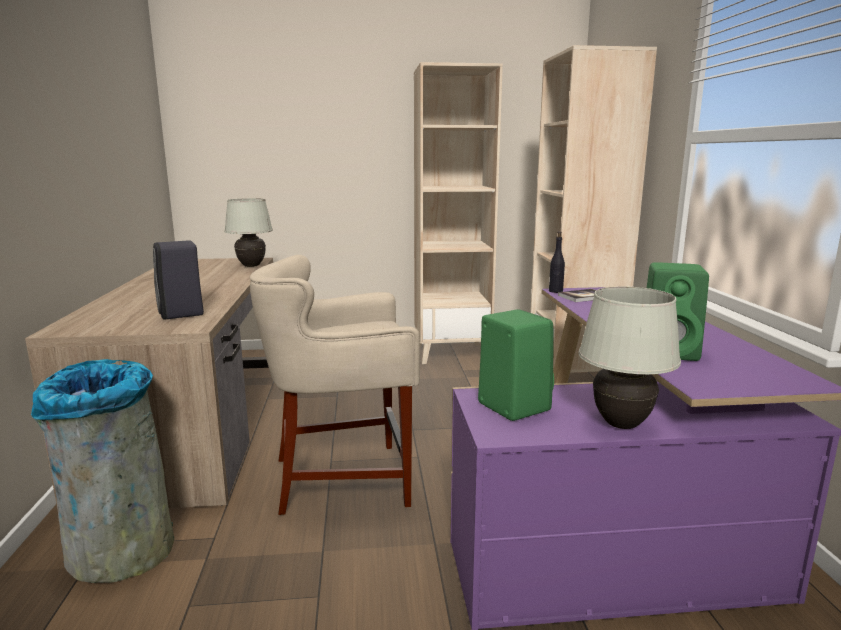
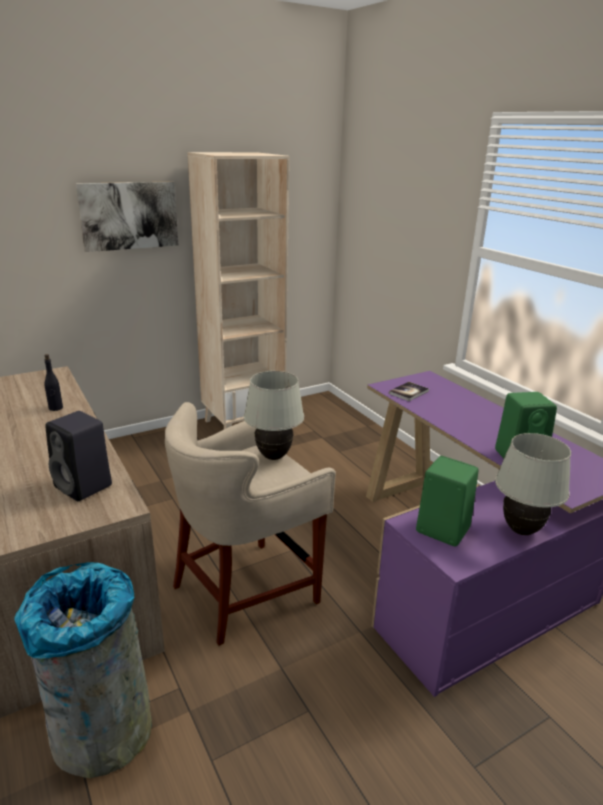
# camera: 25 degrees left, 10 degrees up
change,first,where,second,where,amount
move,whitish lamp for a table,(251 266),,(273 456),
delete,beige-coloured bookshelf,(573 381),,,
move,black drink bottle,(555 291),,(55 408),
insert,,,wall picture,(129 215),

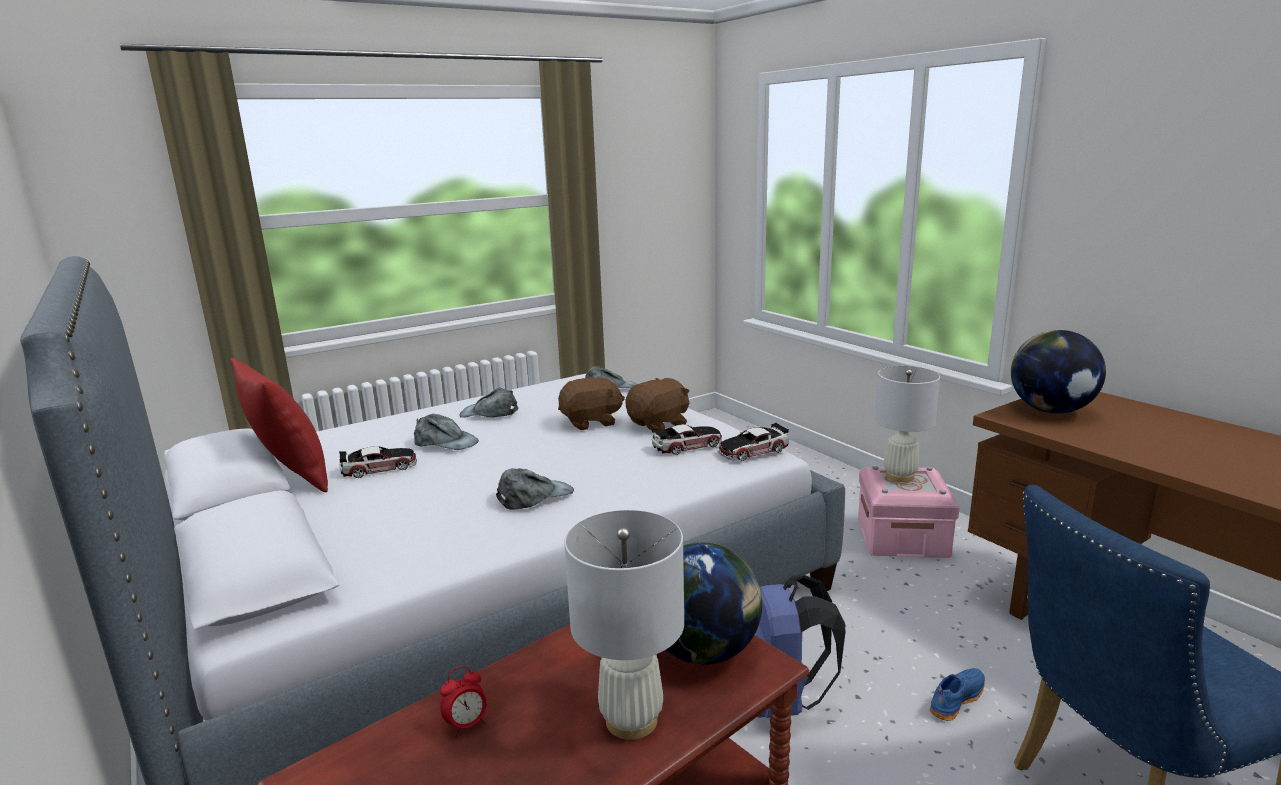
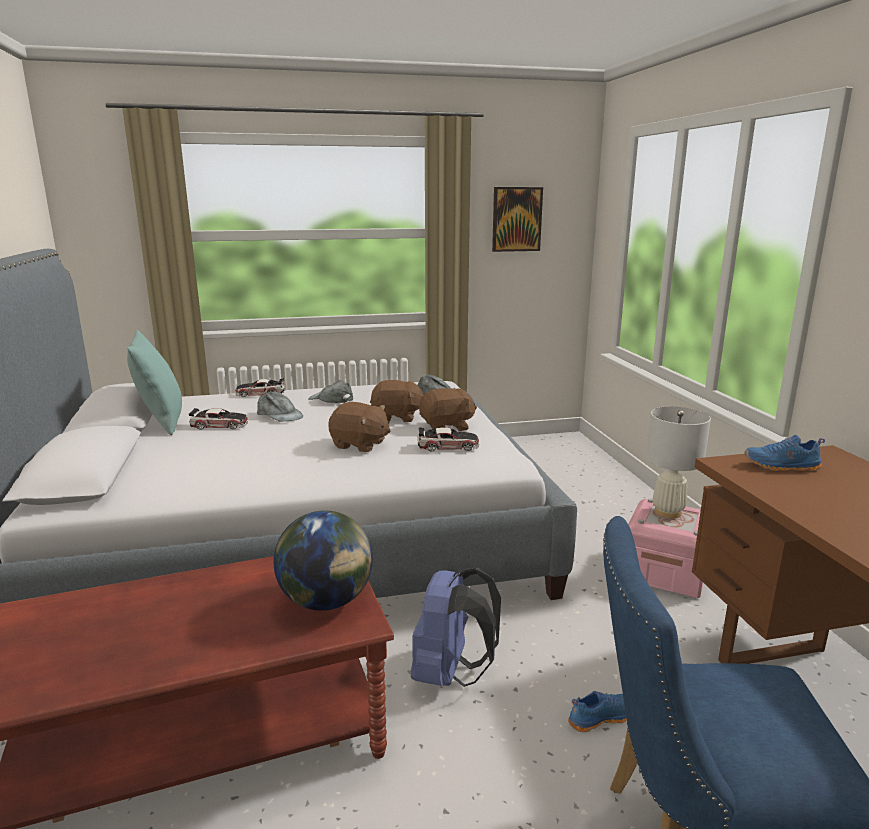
# camera: 20 degrees right, 0 degrees up
change,first,where,second,where,amount
recolor,red-coloured throw pillow,(291 476),blue-green throw pillow,(161 421),
delete,table clock,(467 725),,,
delete,greyish peaked cap,(535 496),,,
delete,whitish lamp for a table,(632 720),,,
move,model car,(753 450),,(260 393),
replace,world globe,(1051 411),bluish low shoe,(781 466),
insert,,,brownish cuddly toy,(360 445),
insert,,,wall picture,(516 219),

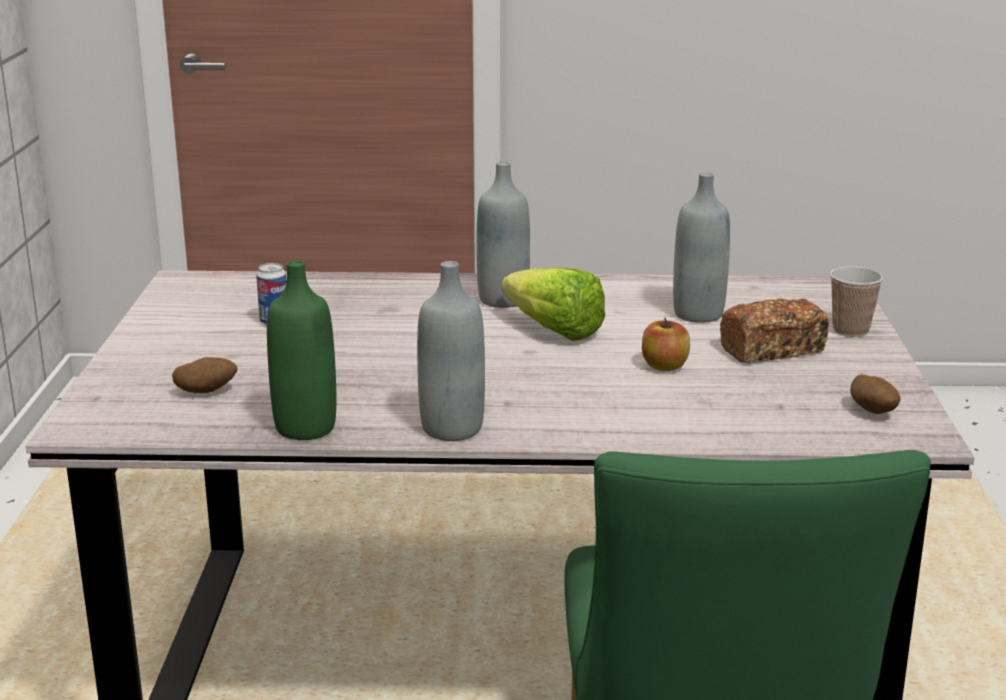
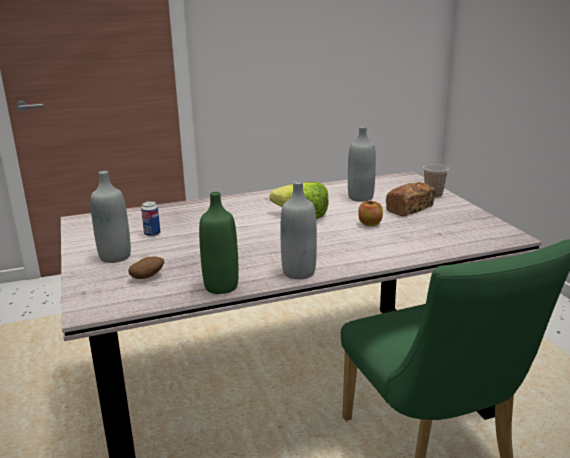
# camera: 20 degrees left, 0 degrees up
change,first,where,second,where,amount
move,greyish drink bottle,(503 300),,(115 257),
delete,spud,(873 412),,,

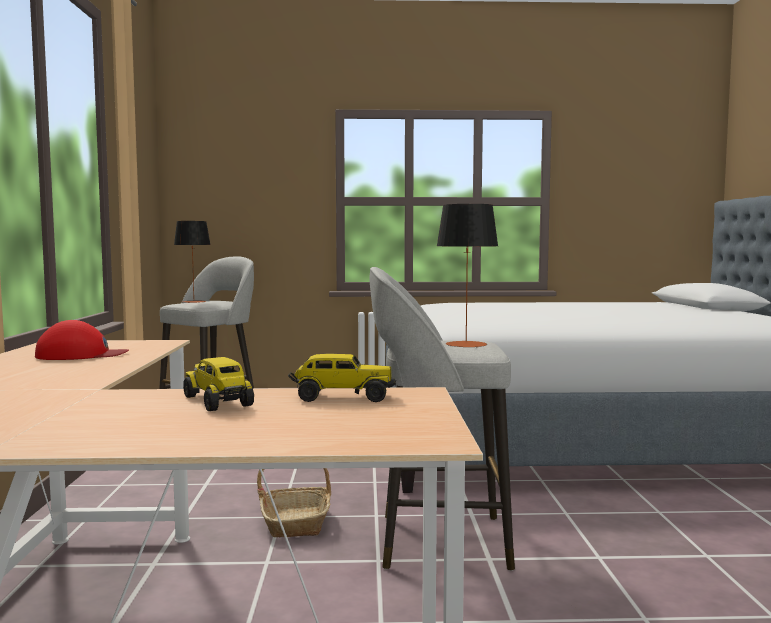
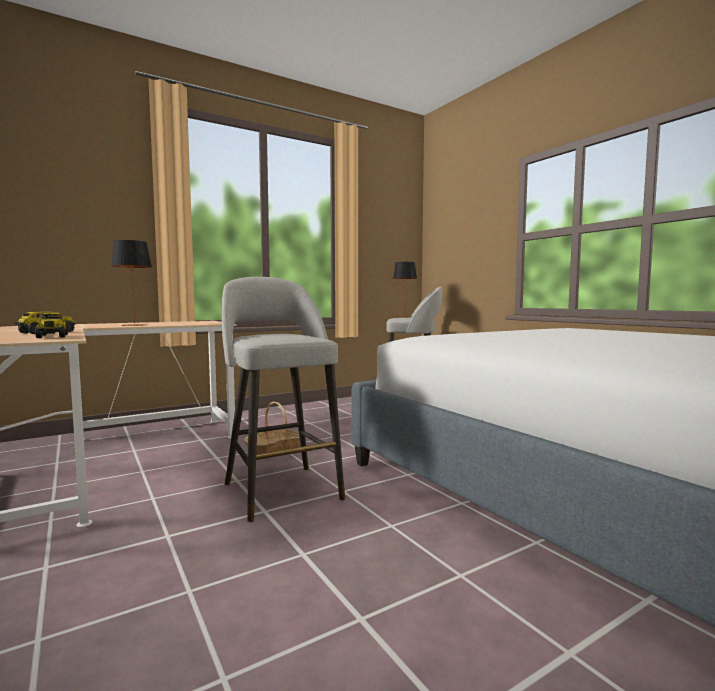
# camera: 60 degrees right, 0 degrees up
change,first,where,second,where,amount
delete,red-coloured peaked cap,(81 355),,,
move,lamp for a table,(466 344),,(134 325),

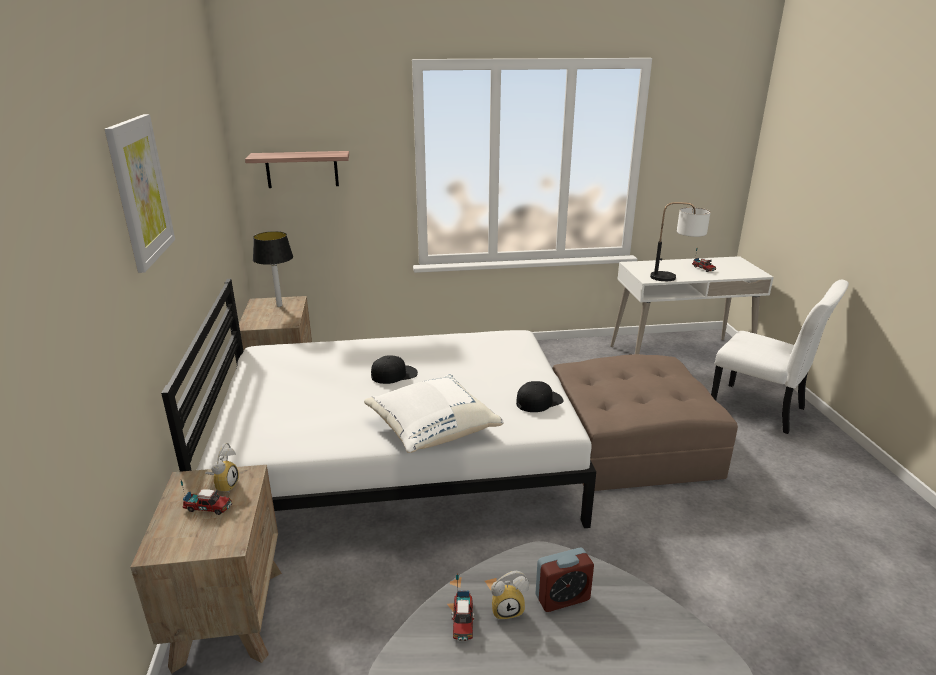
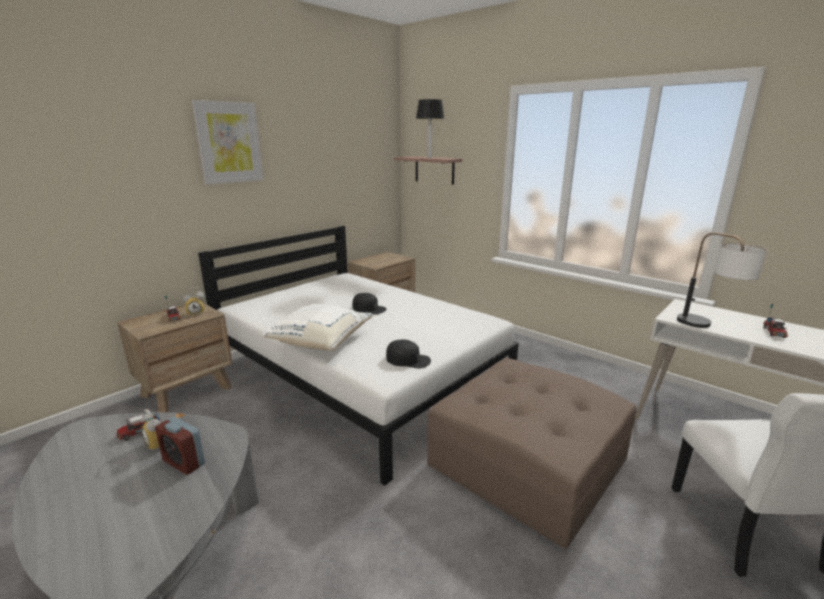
# camera: 50 degrees right, 5 degrees down
change,first,where,second,where,amount
move,lamp for a table,(279 305),,(429 158),

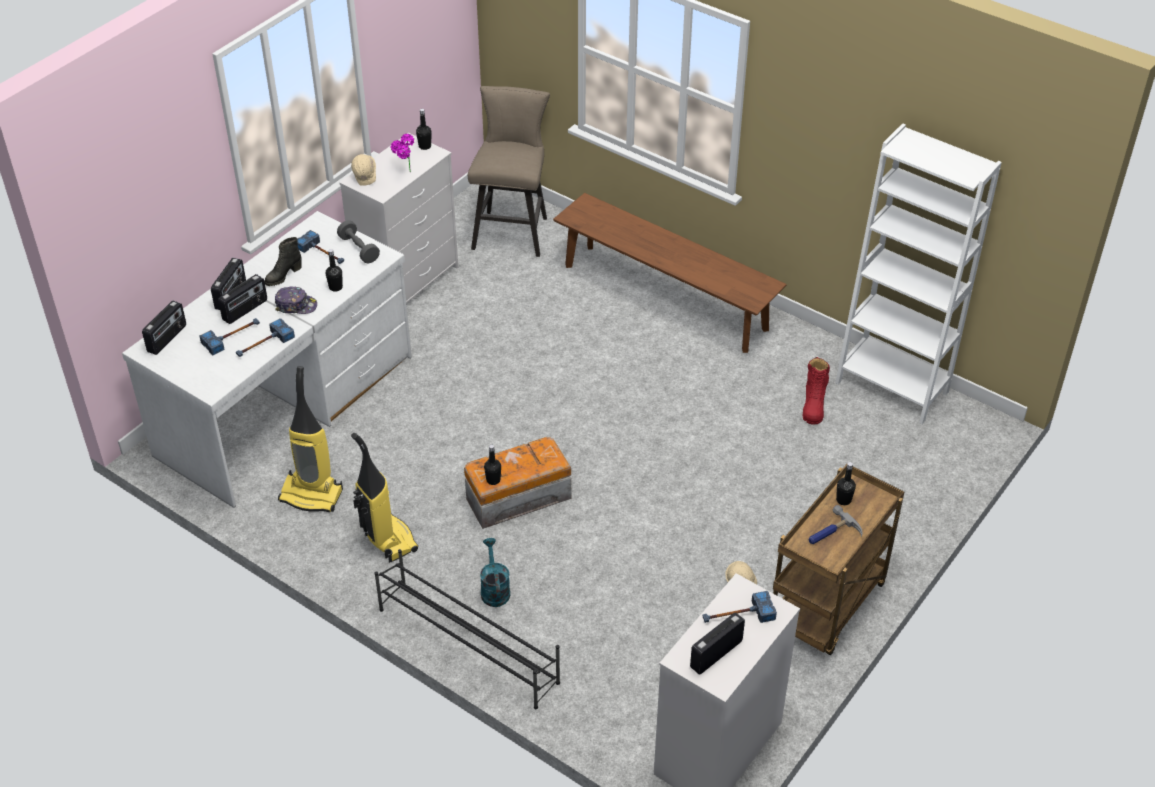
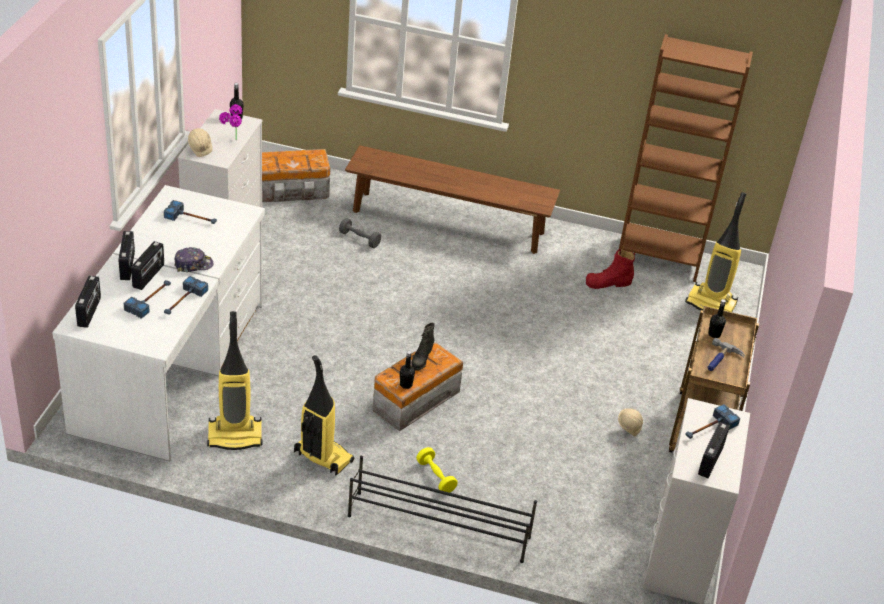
# camera: 25 degrees left, 5 degrees down
change,first,where,second,where,amount
move,black high-top boot,(283 276),,(421 359),
delete,black drink bottle,(335 287),,,
move,greyish dumbbell,(359 249),,(359 239),
replace,beige-coloured stool seat,(512 230),storage bin,(292 190),
replace,blue-green sprinkling can,(494 589),yellow dumbbell,(436 477),
rotate,red-coloured high-top boot,(813 405),,(608 283),90 degrees clockwise
recolor,whitish bookshelf,(891 387),brownish bookshelf,(658 259),
insert,,,hoover,(711 304),

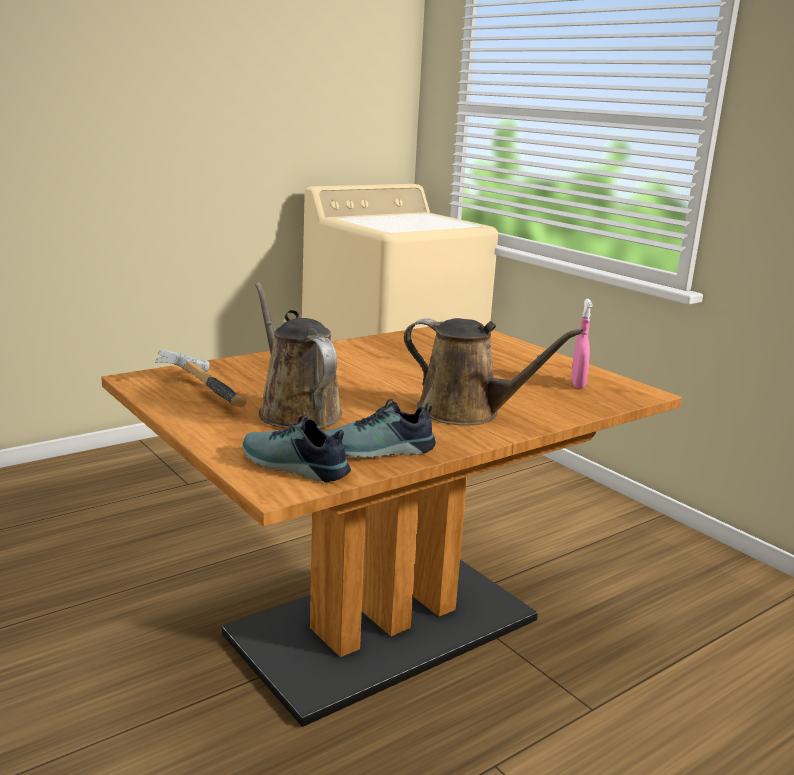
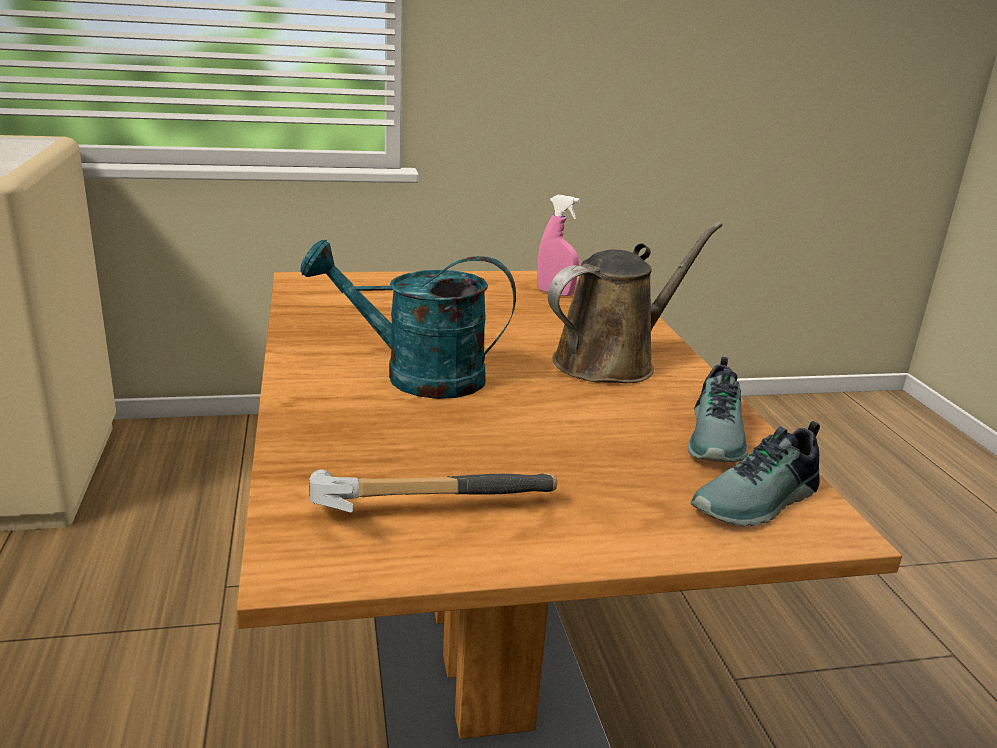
# camera: 65 degrees left, 5 degrees up
change,first,where,second,where,amount
delete,brownish sprinkling can,(296 411),,,
insert,,,blue-green sprinkling can,(416 376),

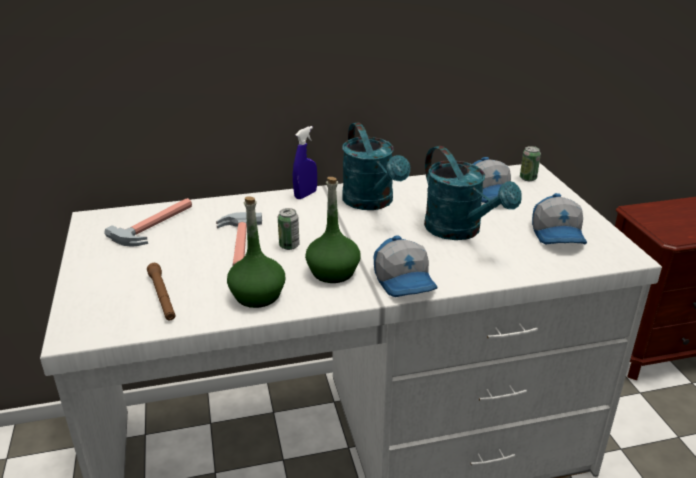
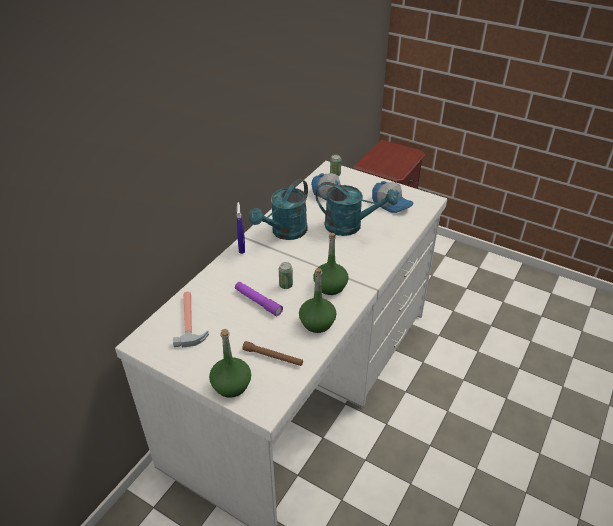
# camera: 45 degrees left, 10 degrees up
change,first,where,second,where,amount
replace,hammer,(237 244),purple flashlight,(258 302),
rotate,blue-green sprinkling can,(372 202),,(285 233),105 degrees clockwise
delete,peaked cap,(405 281),,,
insert,,,green-coloured drink bottle,(231 385),

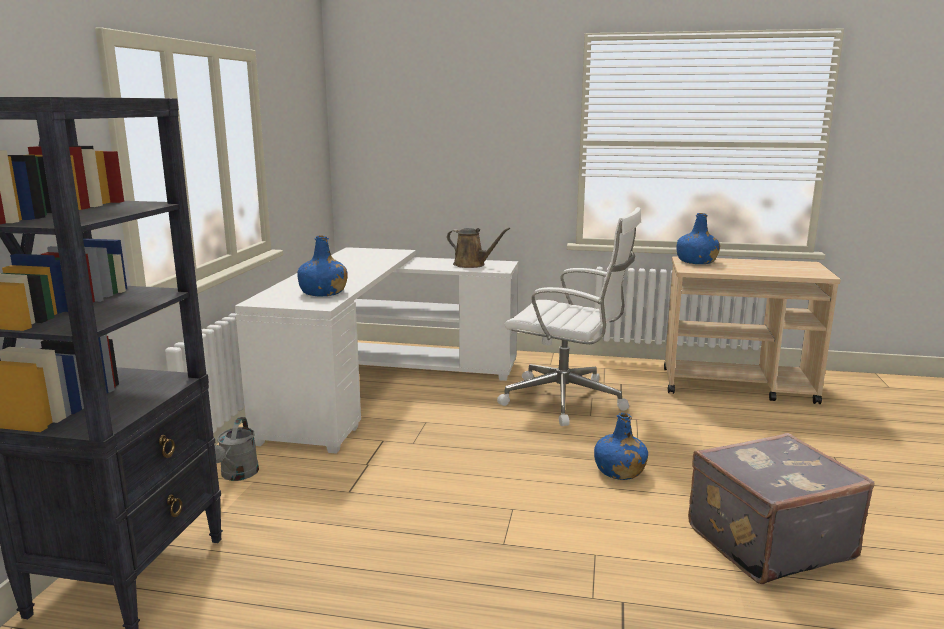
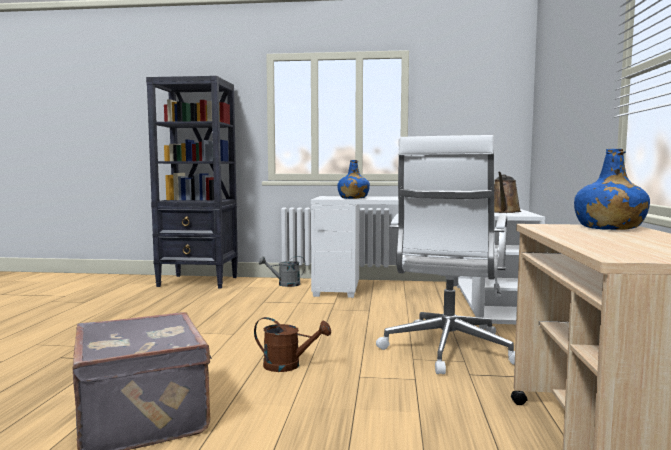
# camera: 85 degrees right, 10 degrees down
change,first,where,second,where,amount
replace,bluish drink bottle,(619 471),brownish sprinkling can,(288 366),

